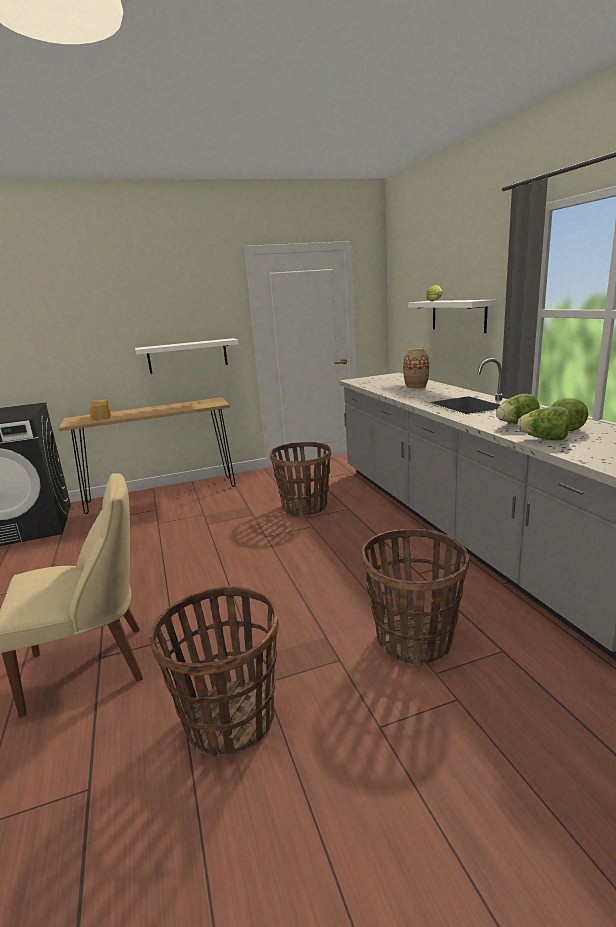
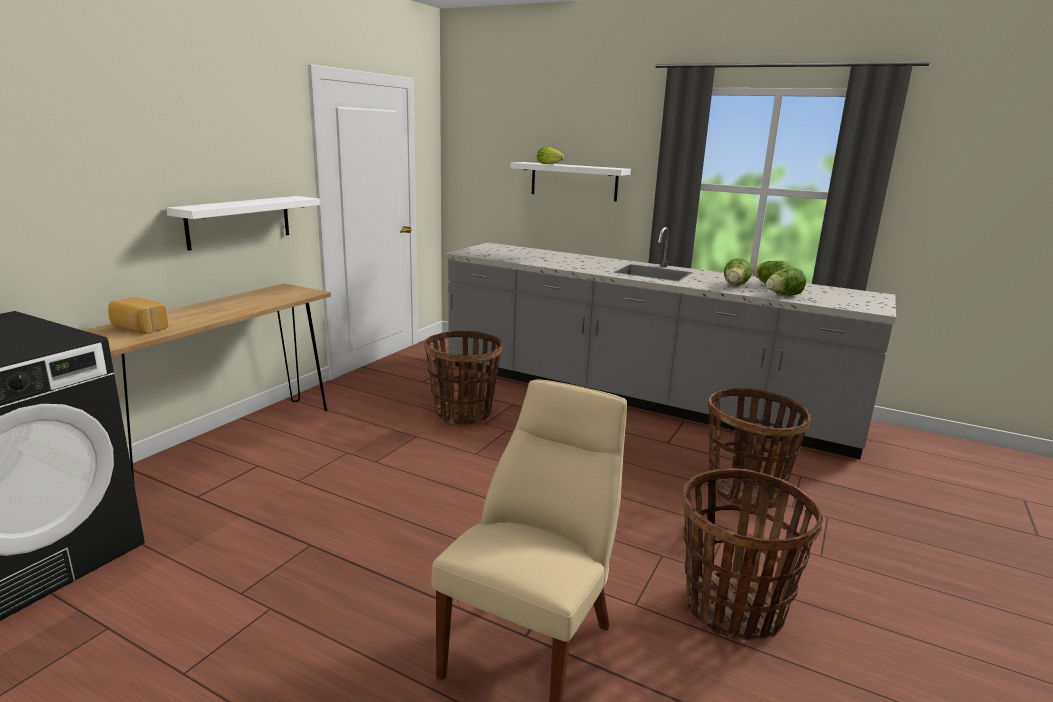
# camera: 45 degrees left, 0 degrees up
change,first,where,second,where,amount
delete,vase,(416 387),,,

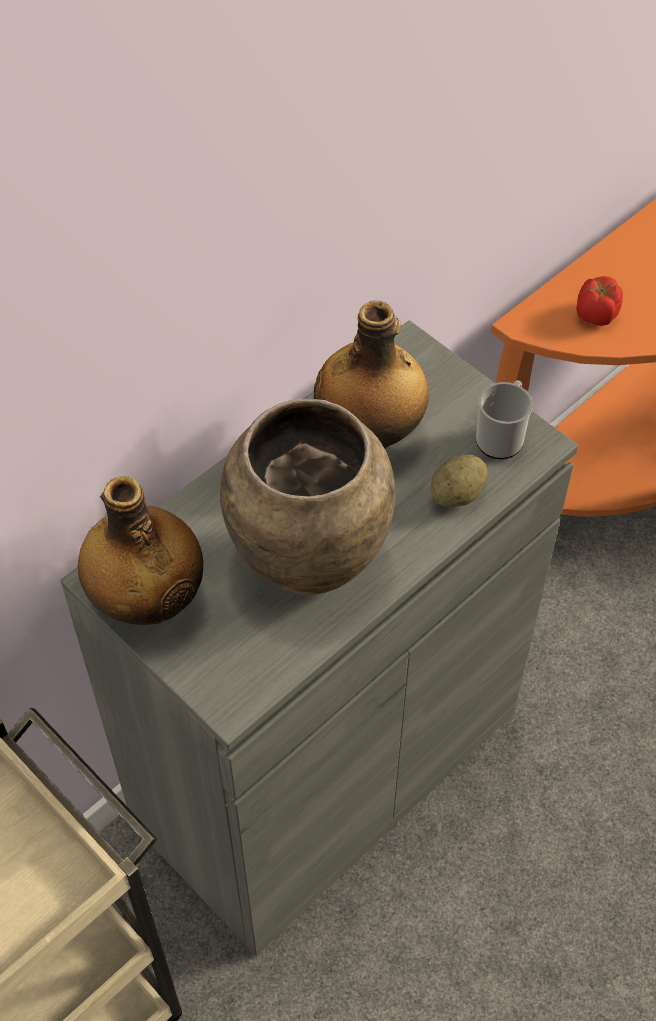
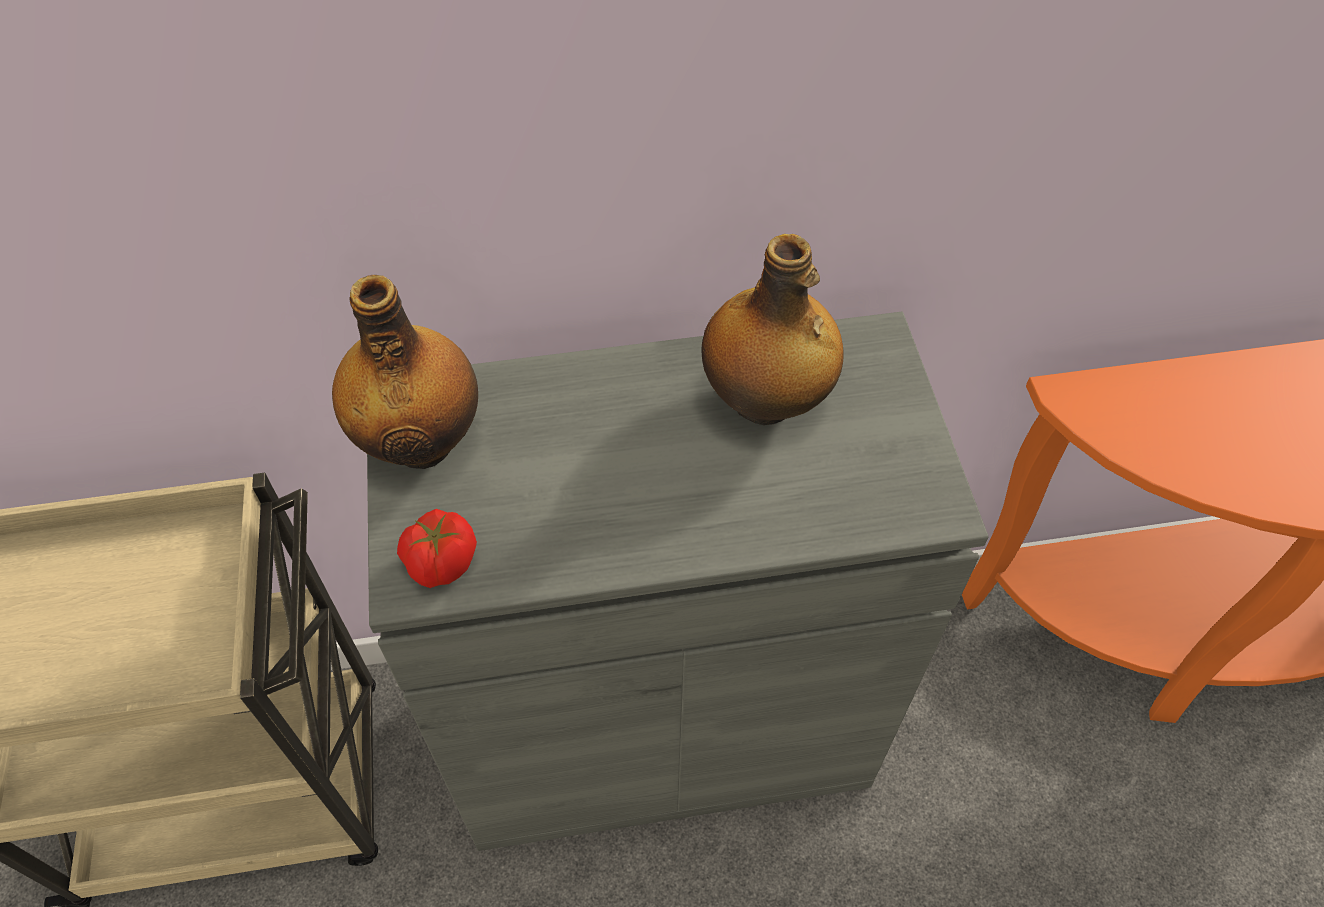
# camera: 35 degrees right, 0 degrees up
change,first,where,second,where,amount
delete,brownish vase,(309 563),,,
delete,spud,(457 494),,,
delete,coffee mug,(501 436),,,
move,fresh tomato,(595 315),,(441 563),

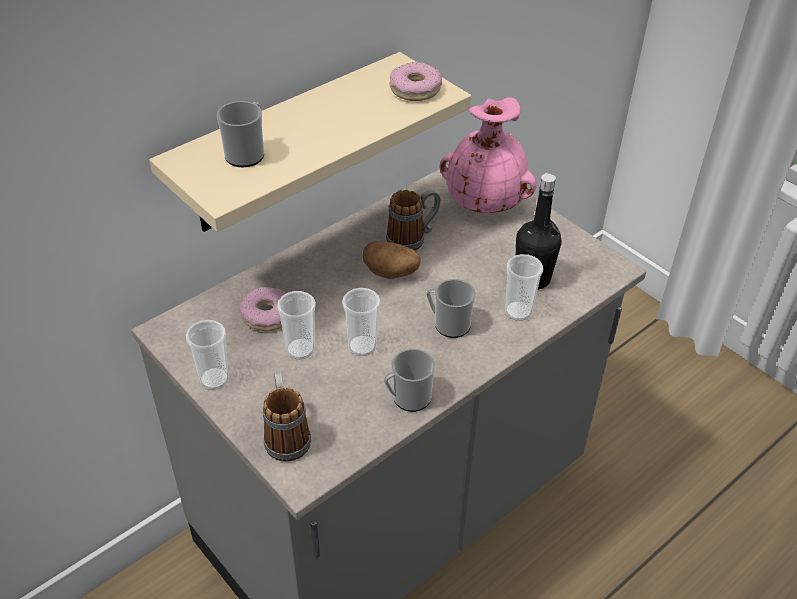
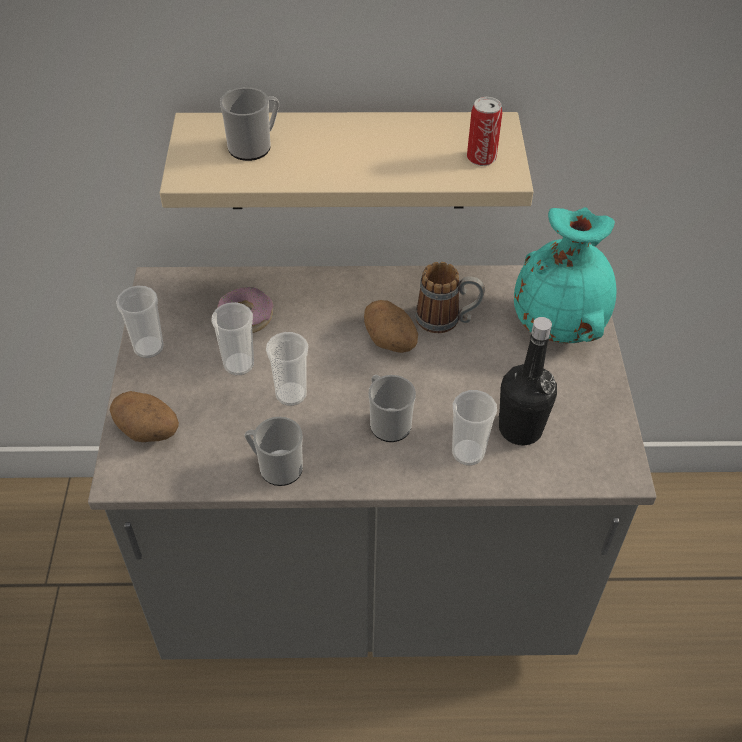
# camera: 40 degrees right, 5 degrees up
change,first,where,second,where,amount
replace,coffee mug,(286 435),spud,(149 431),
replace,donut,(414 89),sealed can,(481 158),
recolor,pinkish vase,(485 202),blue-green vase,(559 324),

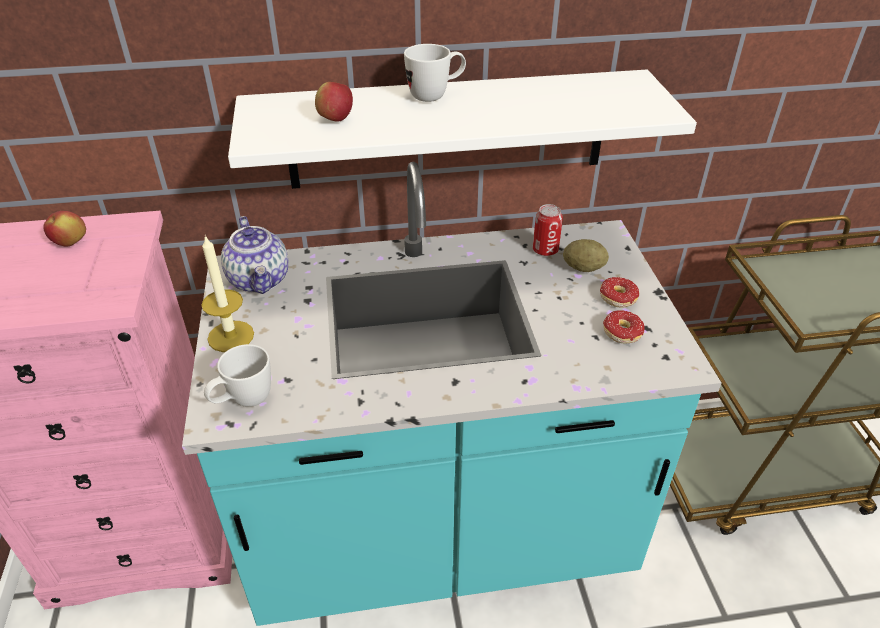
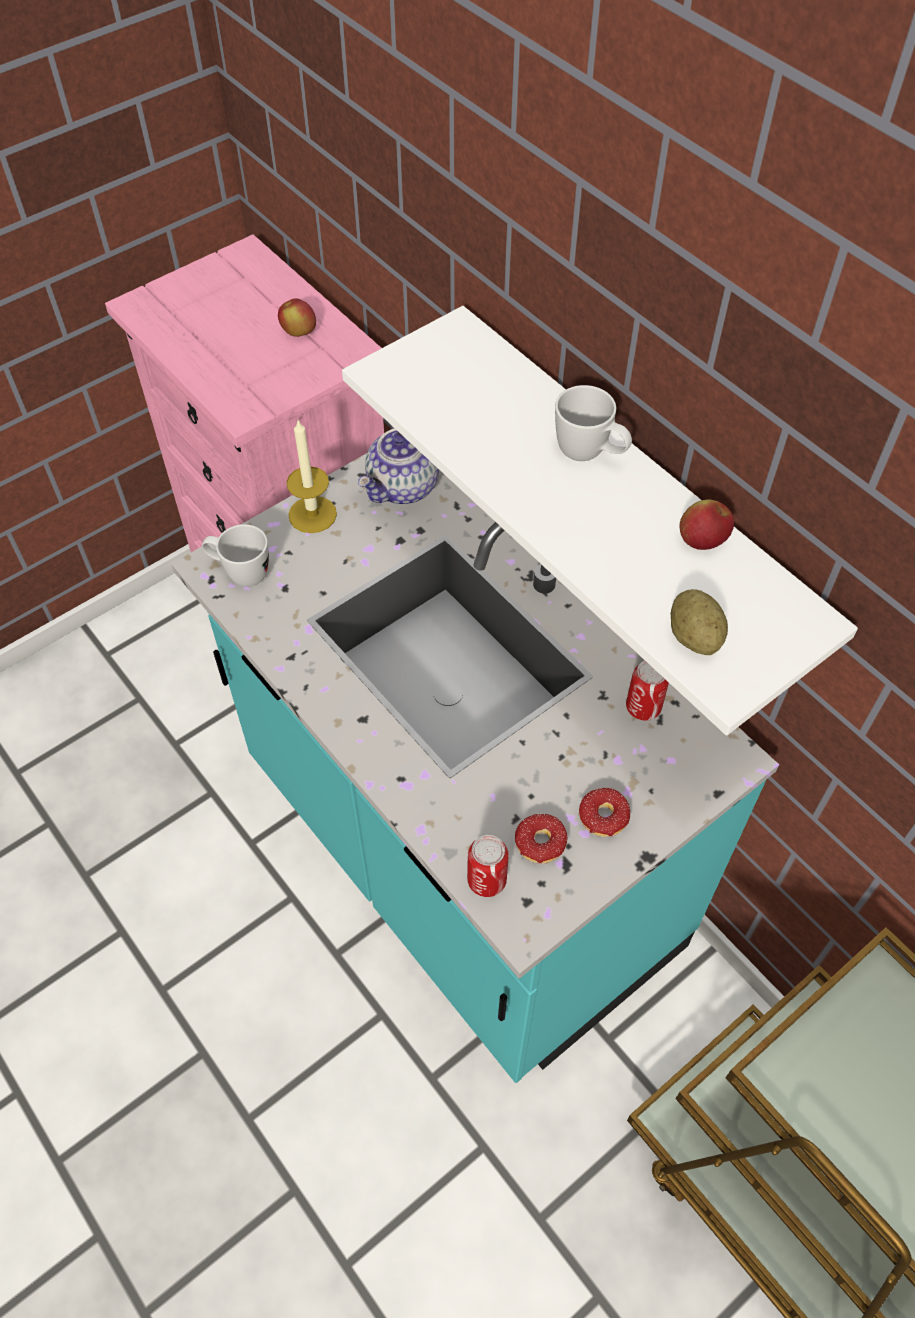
# camera: 60 degrees right, 15 degrees up
change,first,where,second,where,amount
move,apple fruit,(335 119),,(702 541),
move,spud,(583 268),,(694 637),
insert,,,sealed can,(486 880),

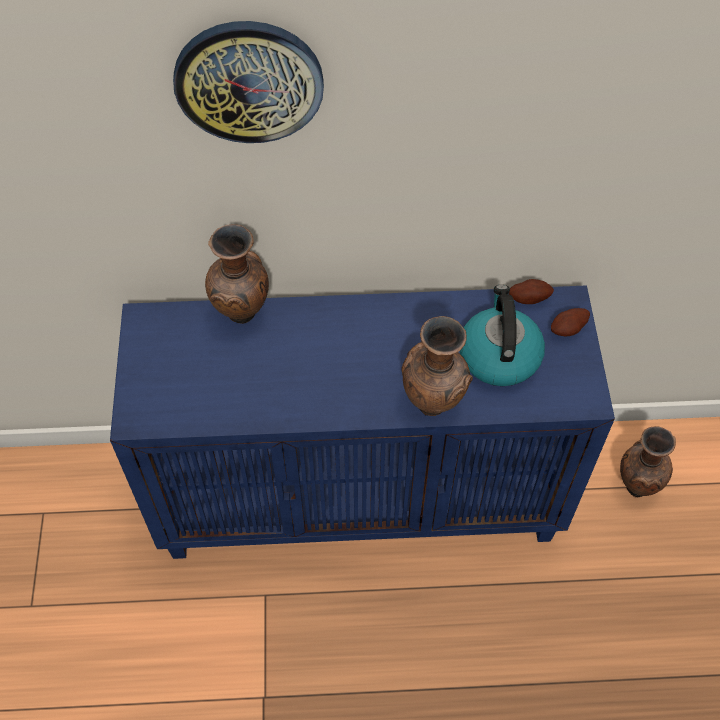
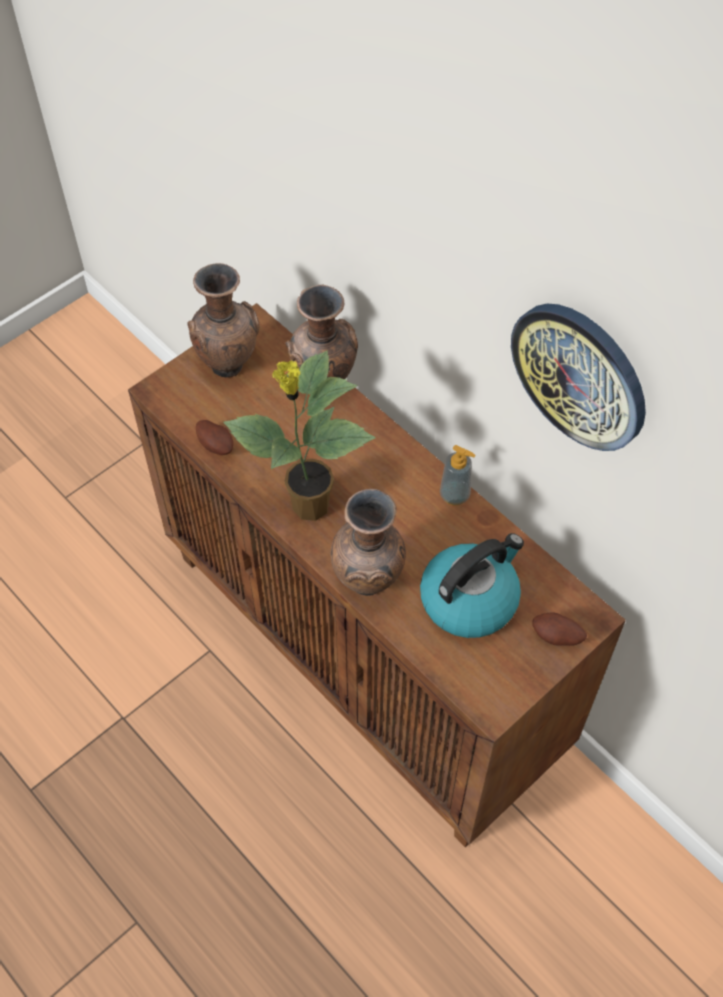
# camera: 50 degrees right, 0 degrees up
change,first,where,second,where,amount
recolor,bluish cupboard,(362 495),brownish cupboard,(365 654),
move,wall clock,(249 81),,(580 375),
move,spud,(529 298),,(216 445),
move,brownish vase,(635 485),,(228 365),
insert,,,houseplant,(308 507),
insert,,,soap dispenser,(454 495),

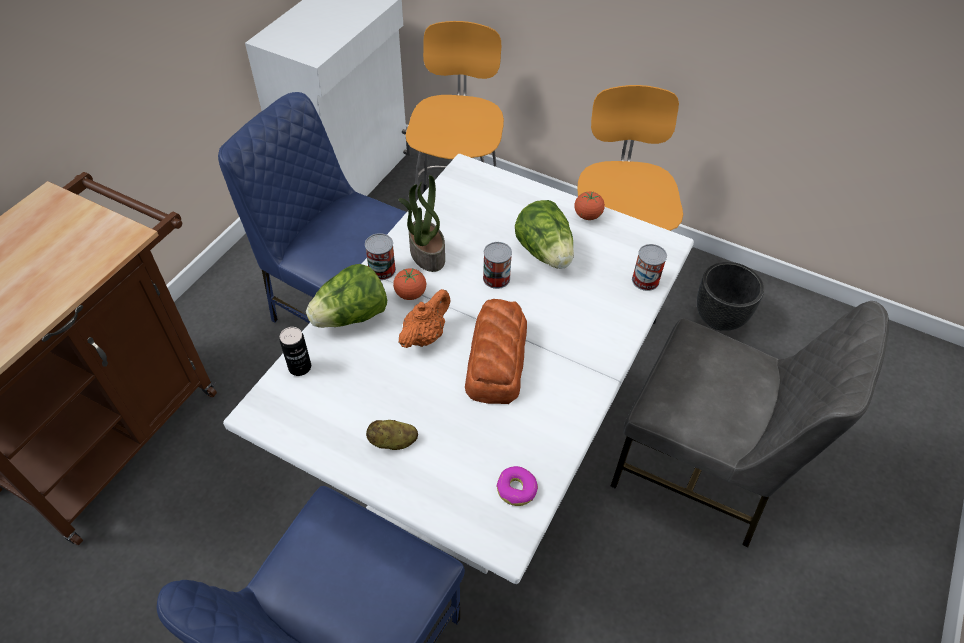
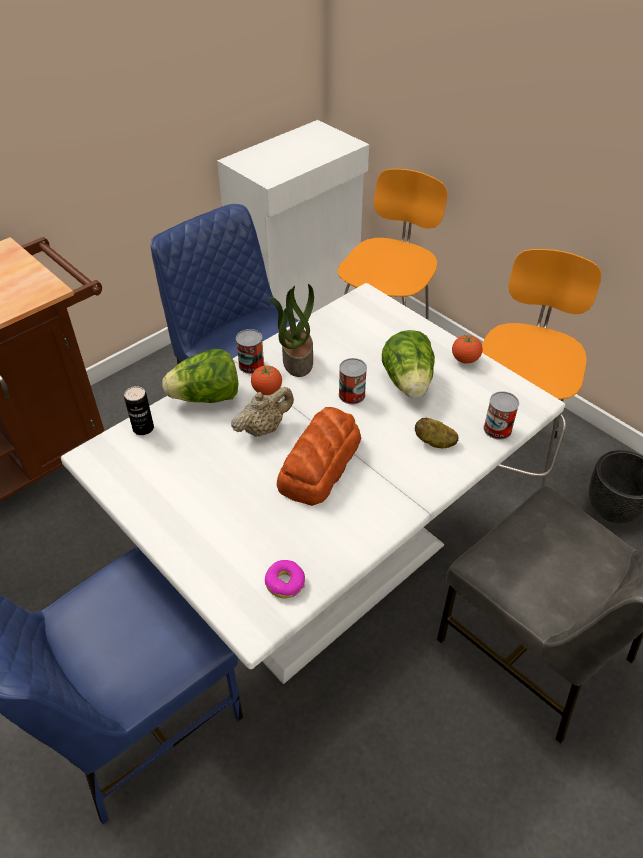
# camera: 20 degrees right, 5 degrees down
change,first,where,second,where,amount
move,spud,(393 442),,(434 442),
recolor,orangey pot for tea,(425 335),beige-coloured pot for tea,(263 428),

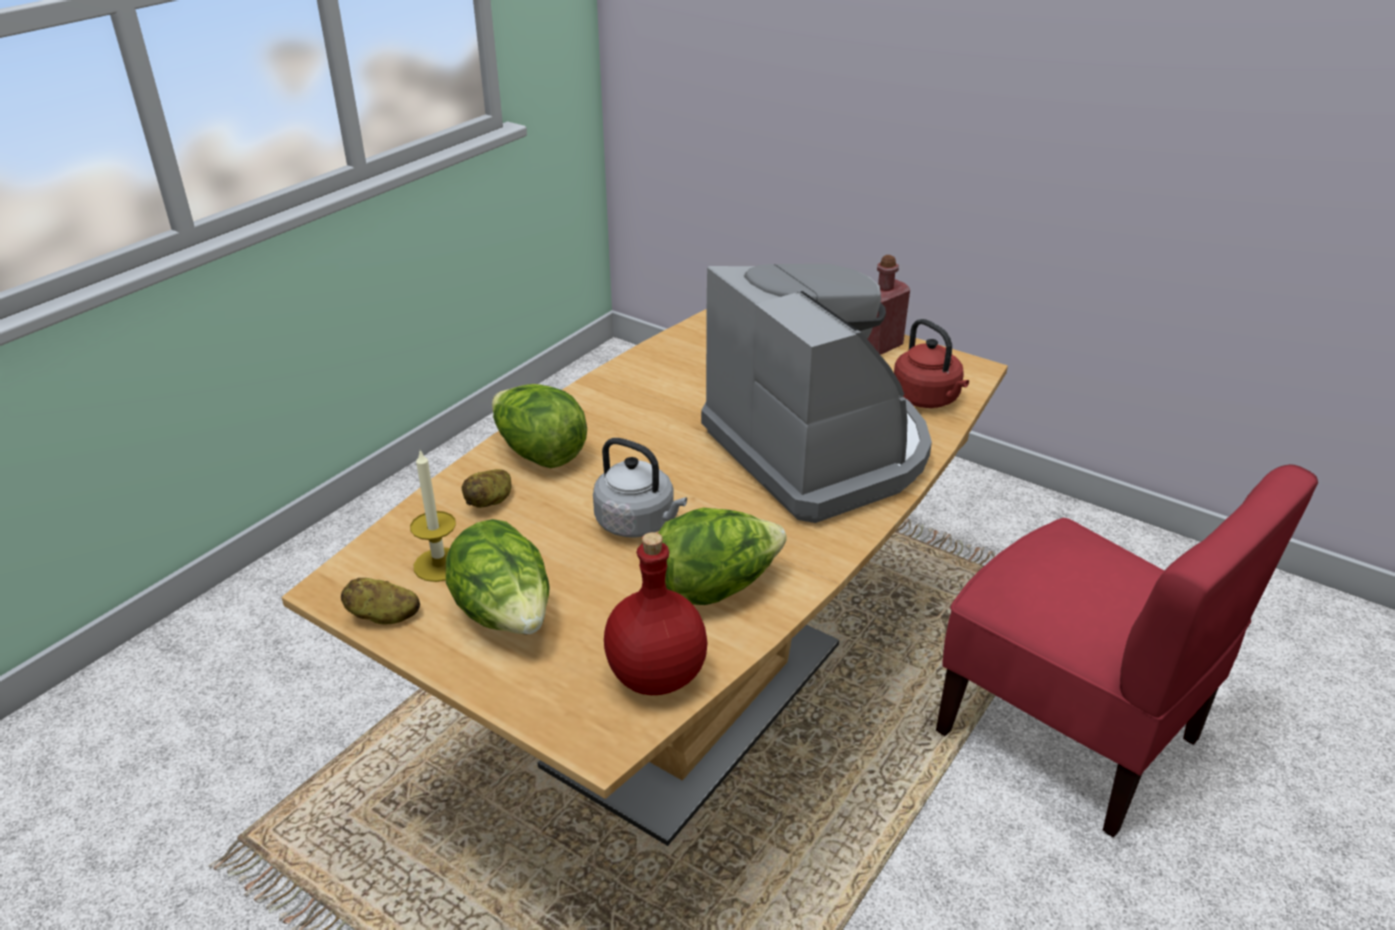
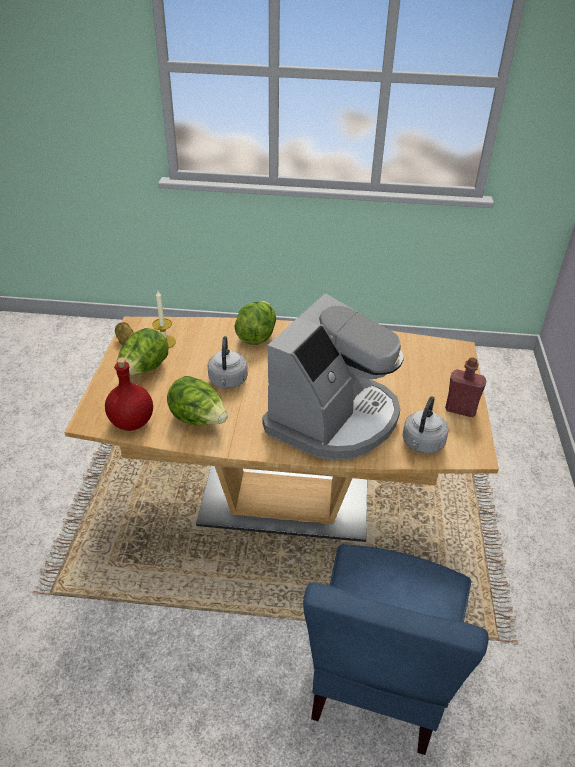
# camera: 60 degrees right, 5 degrees up
change,first,where,second,where,amount
delete,spud,(490 501),,,
recolor,red-coloured kettle,(928 399),greyish kettle,(422 444),
recolor,red-coloured plain chair,(1070 734),bluish plain chair,(379 677),

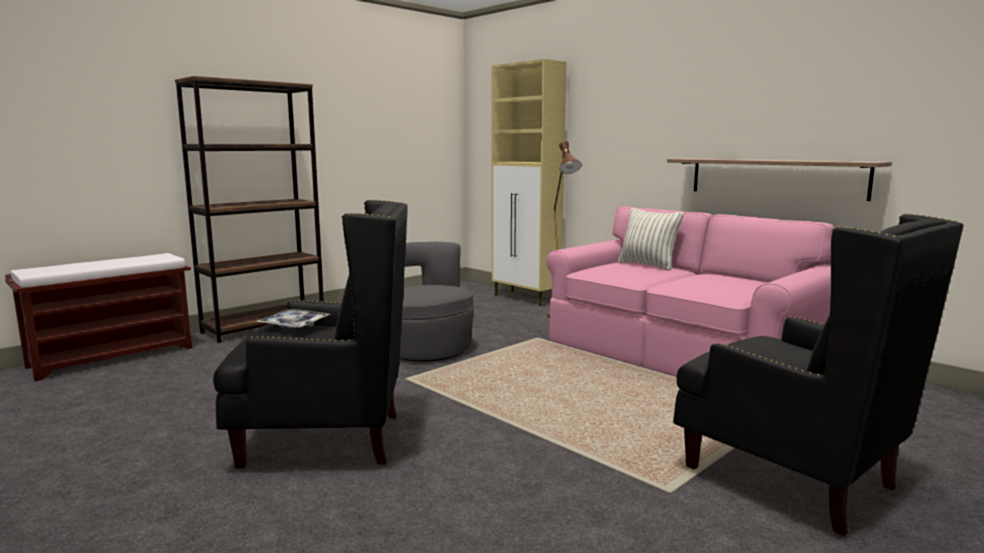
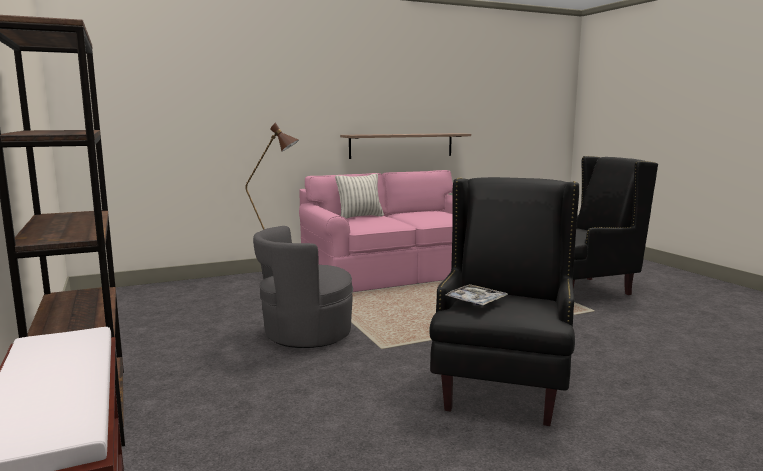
# camera: 70 degrees left, 0 degrees up
change,first,where,second,where,amount
delete,beige-coloured cupboard,(526 298),,,

